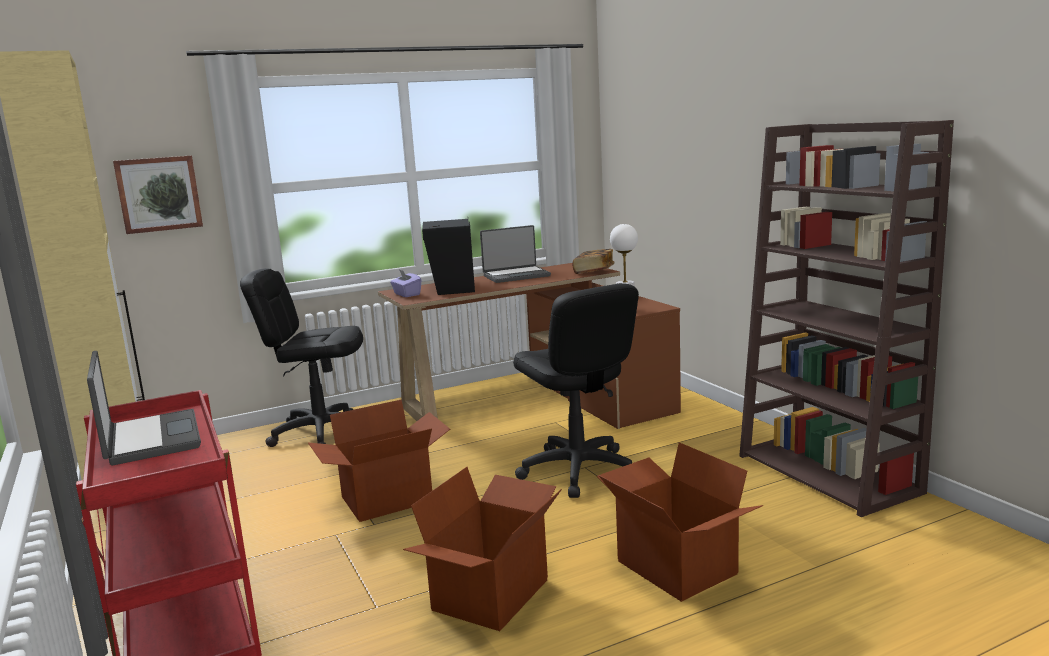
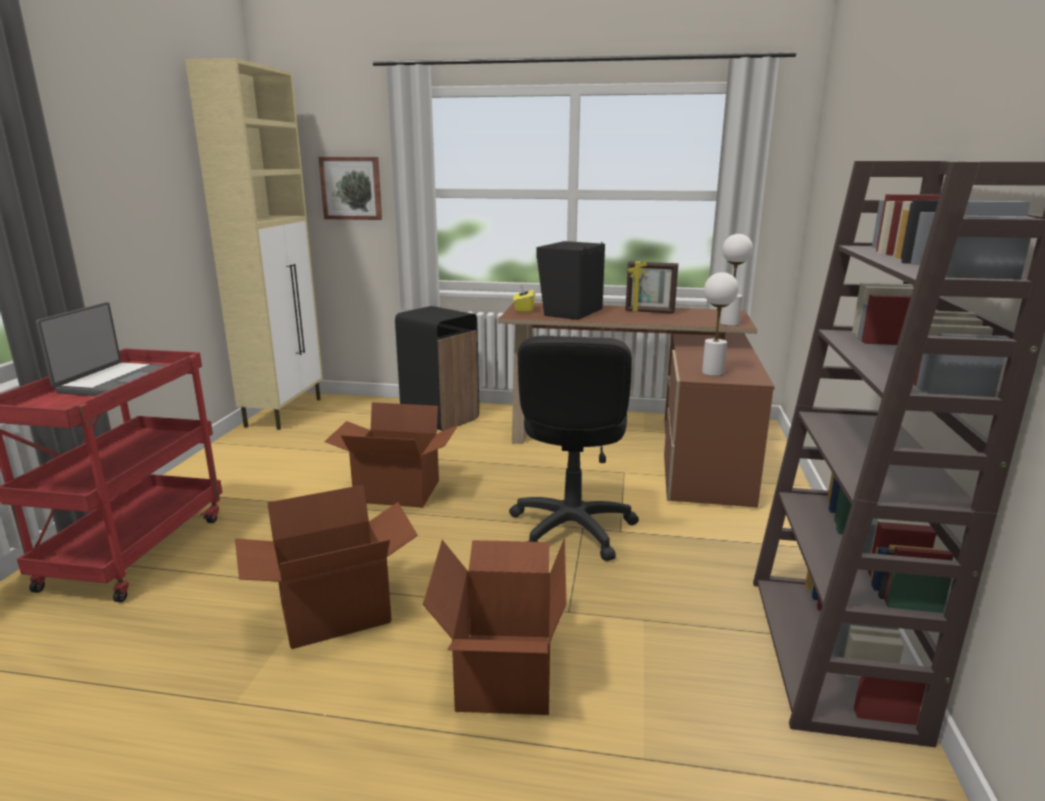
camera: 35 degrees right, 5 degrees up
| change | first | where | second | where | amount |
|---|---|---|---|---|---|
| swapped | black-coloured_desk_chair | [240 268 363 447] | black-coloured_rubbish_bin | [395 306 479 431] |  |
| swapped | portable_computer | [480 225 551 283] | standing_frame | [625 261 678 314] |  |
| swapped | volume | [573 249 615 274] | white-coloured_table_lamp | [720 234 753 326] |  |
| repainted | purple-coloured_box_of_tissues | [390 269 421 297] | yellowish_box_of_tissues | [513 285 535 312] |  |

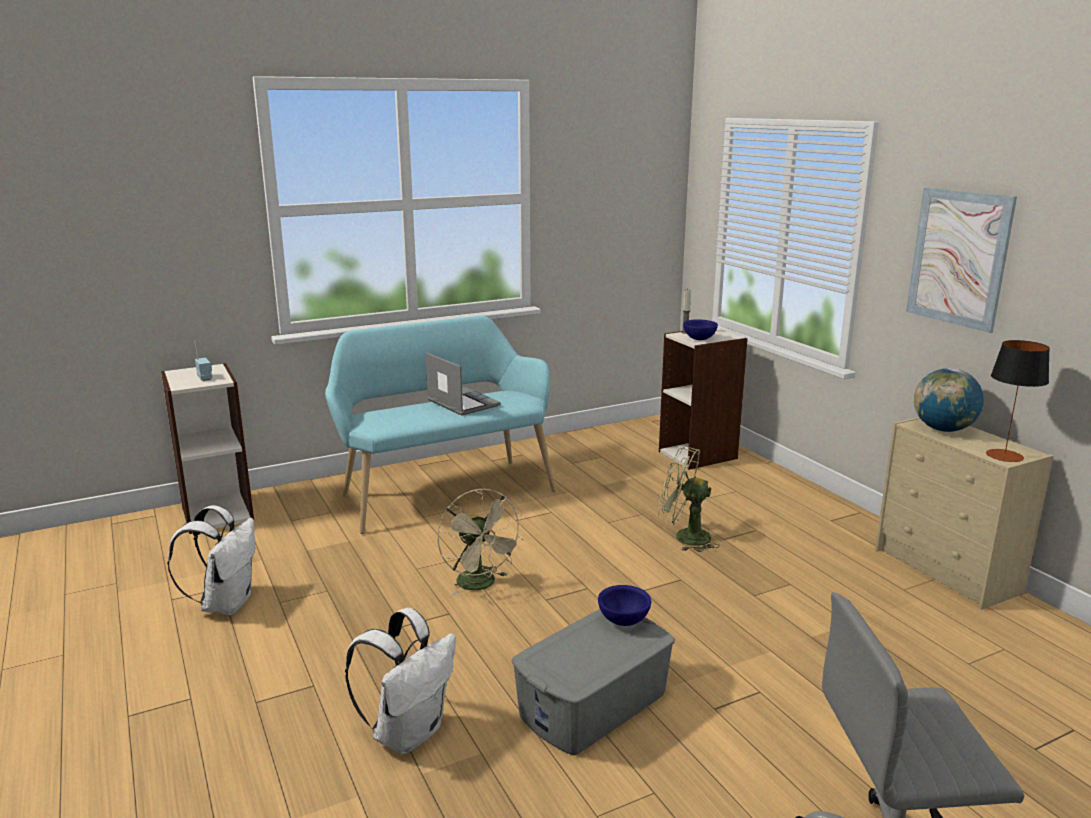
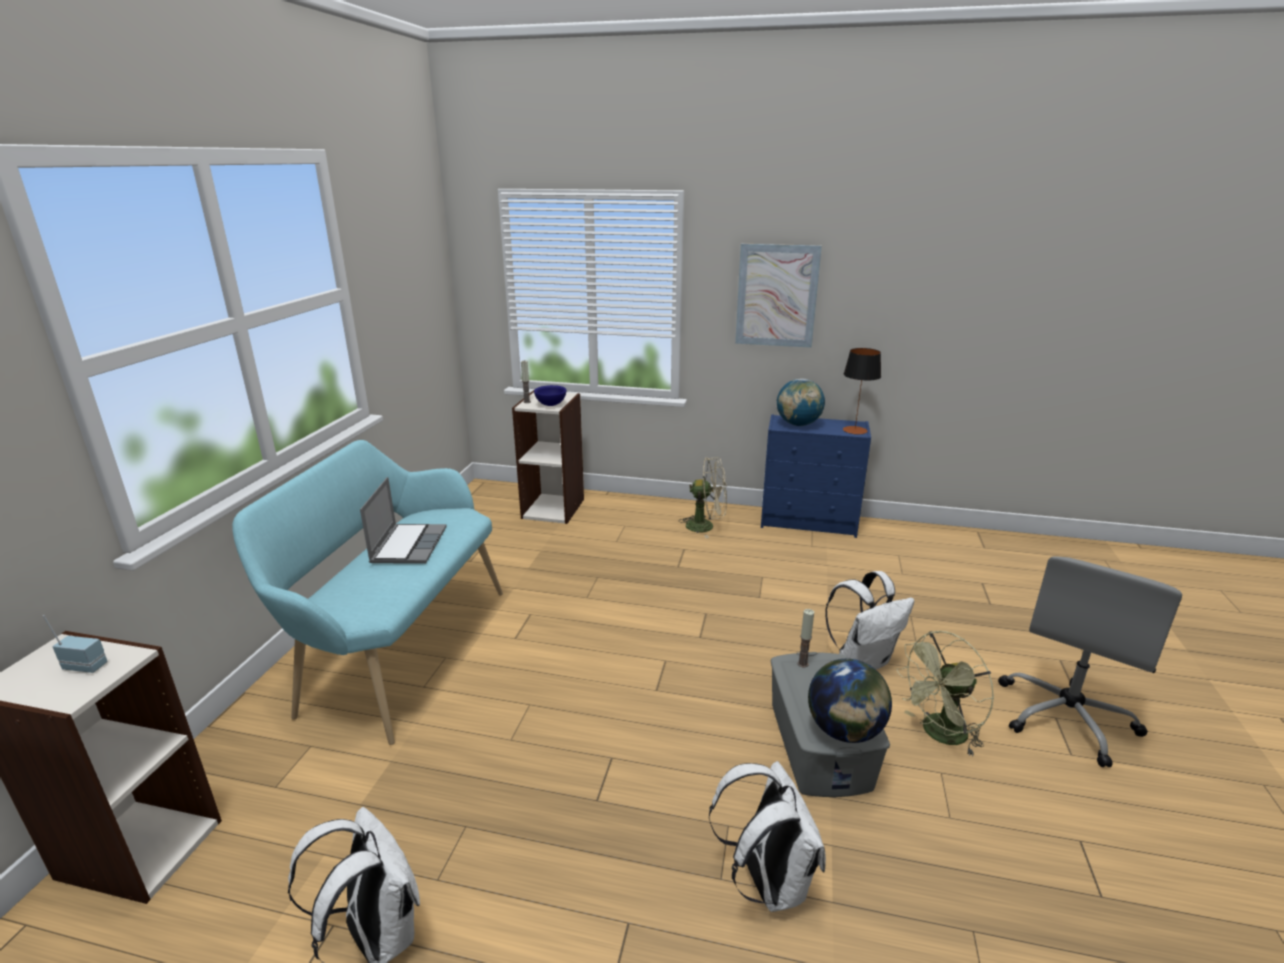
camera: 50 degrees left, 5 degrees up
| change | first | where | second | where | amount |
|---|---|---|---|---|---|
| new |  |  | world_globe | [808 659 892 743] |  |
| new |  |  | white-coloured_backpack | [825 571 915 669] |  |
| shifted | beige_fan | [438 489 524 597] |  | [678 457 727 538] |  |
| shifted | greenish_fan | [658 446 720 552] |  | [896 631 994 757] |  |
| swapped | blue-coloured_deep_dish | [598 585 651 626] | wax_light | [797 609 814 668] |  |
| repainted | beige_dresser | [875 417 1053 610] | blue-coloured_dresser | [761 414 871 538] |  |
| rotated | portable_computer | [426 352 501 416] |  | [360 477 447 564] | 90 degrees clockwise |

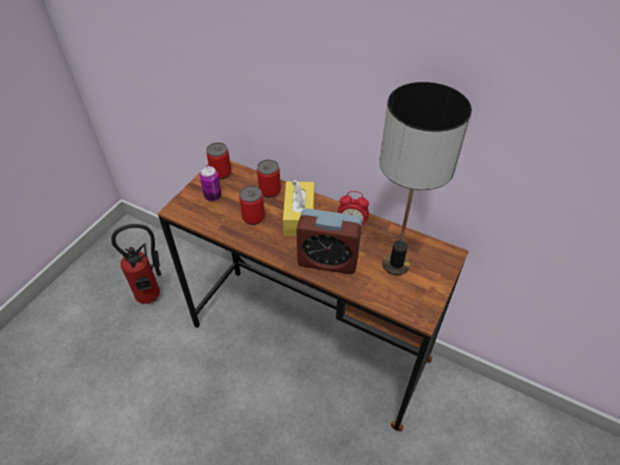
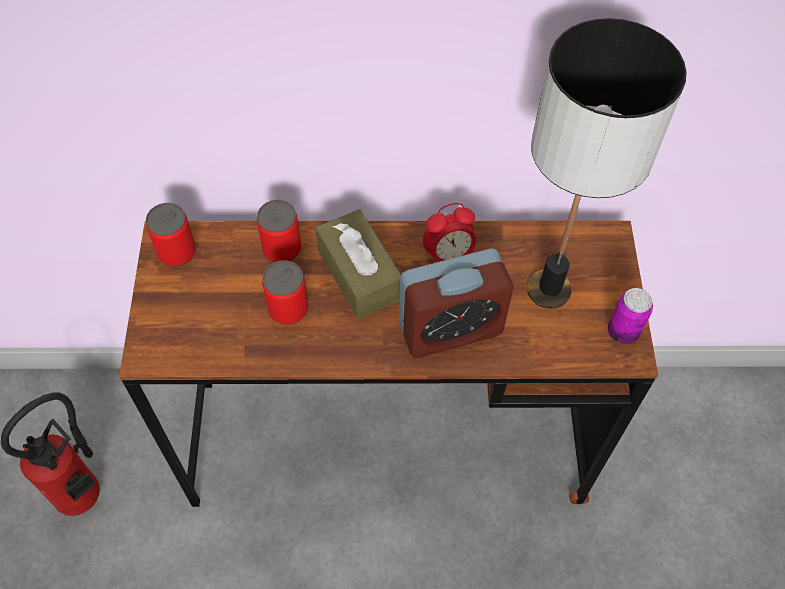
camera: 30 degrees left, 10 degrees up
| change | first | where | second | where | amount |
|---|---|---|---|---|---|
| shifted | sealed_can | [200 166 222 201] |  | [608 288 653 344] |  |
| repainted | yellowish_box_of_tissues | [283 180 314 236] | brownish_box_of_tissues | [316 209 401 319] |  |

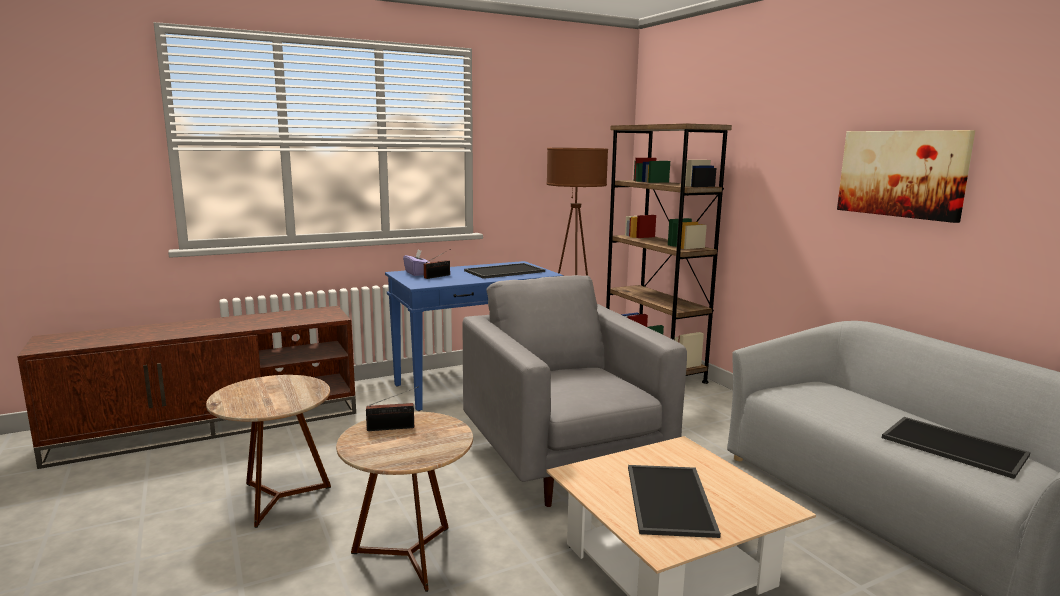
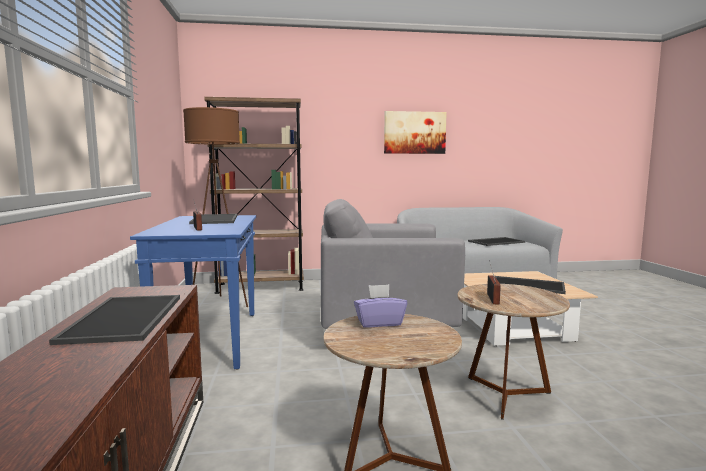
camera: 70 degrees left, 5 degrees down
| change | first | where | second | where | amount |
|---|---|---|---|---|---|
| new |  |  | tray | [49 295 180 345] |  |
| shifted | purple-coloured_box_of_tissues | [403 250 430 276] |  | [354 284 407 328] |  |

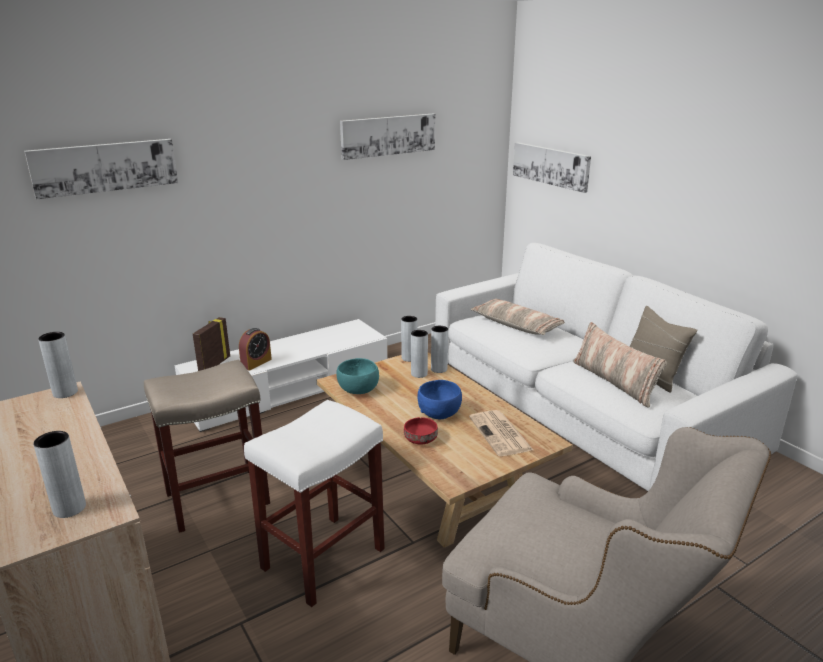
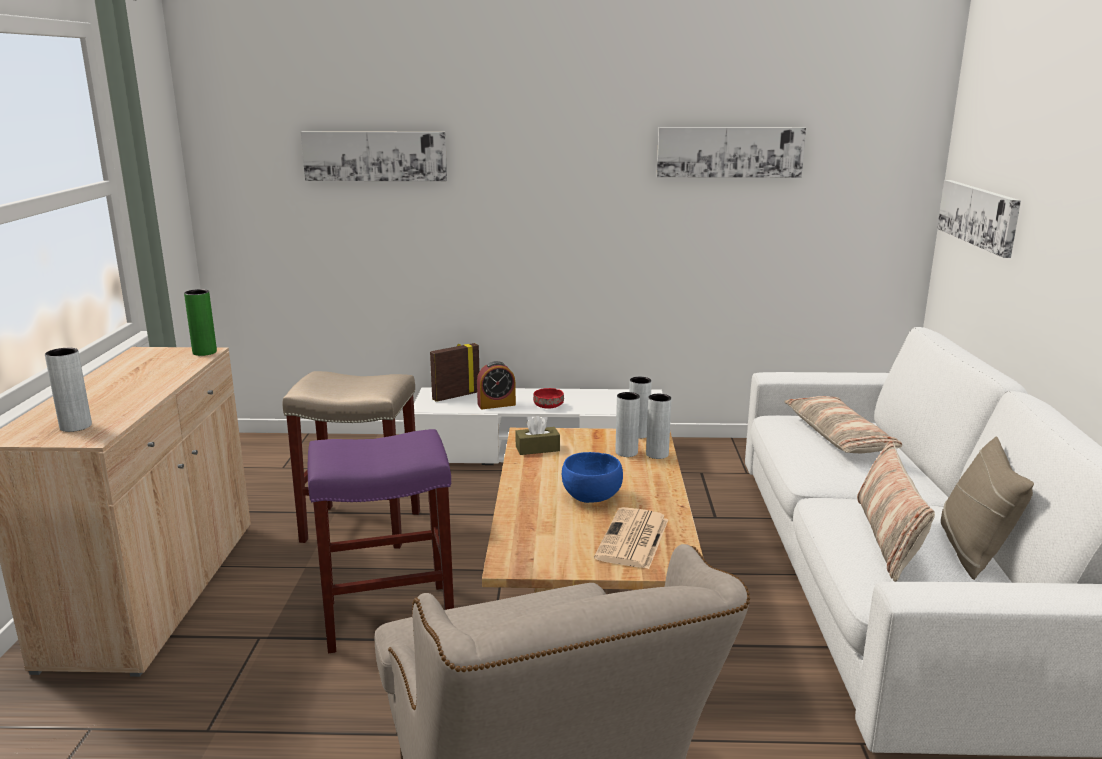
camera: 35 degrees right, 5 degrees down
| change | first | where | second | where | amount |
|---|---|---|---|---|---|
| shifted | red-coloured_deep_dish | [404 417 438 445] |  | [533 388 564 409] |  |
| swapped | turquoise_deep_dish | [337 358 379 394] | brownish_box_of_tissues | [515 416 560 455] |  |
| repainted | greyish_flower_vase | [38 332 78 398] | greenish_flower_vase | [184 289 217 356] |  |
| repainted | white-coloured_sitting_stool | [244 400 385 607] | purple-coloured_sitting_stool | [308 429 454 653] |  |

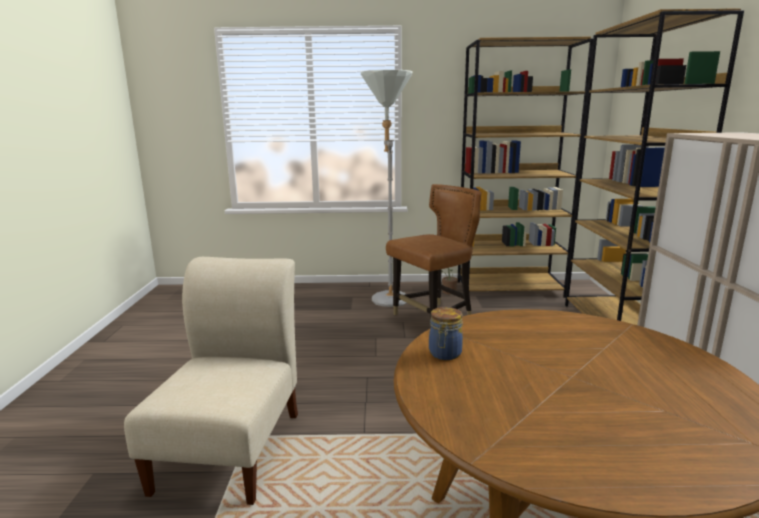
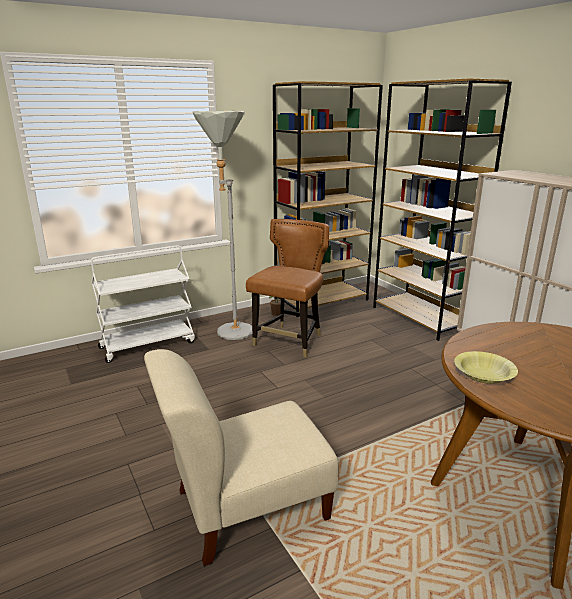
camera: 30 degrees left, 5 degrees up
| change | first | where | second | where | amount |
|---|---|---|---|---|---|
| new |  |  | white-coloured_cart | [91 245 195 363] |  |
| swapped | storage_jar | [429 307 463 360] | yellowish_deep_dish | [454 351 518 384] |  |
| rotated | beige_chair | [124 257 298 505] |  | [144 349 339 566] | 90 degrees counterclockwise |

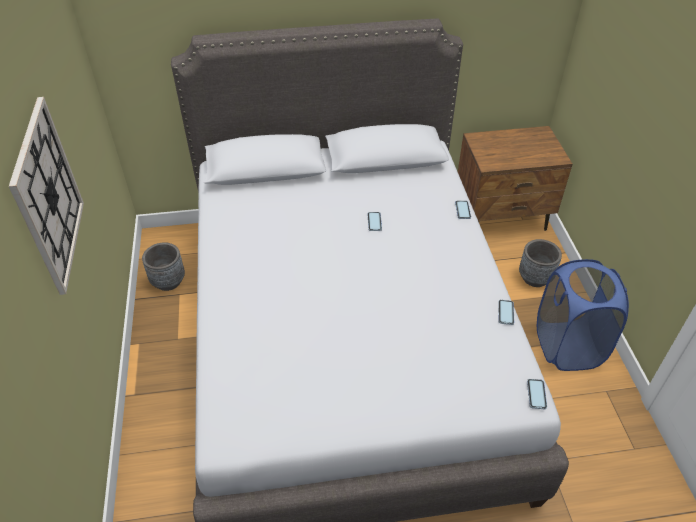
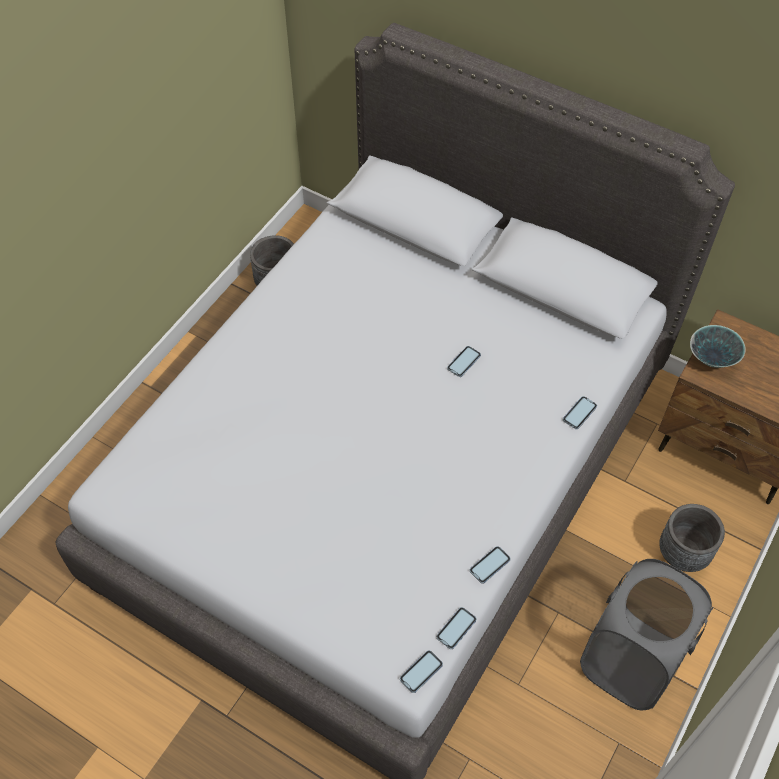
camera: 40 degrees right, 10 degrees up
| change | first | where | second | where | amount |
|---|---|---|---|---|---|
| gone | clock_on_the_wall | [9 97 84 295] |  |  |  |
| new |  |  | phone | [437 607 477 649] |  |
| new |  |  | deep_dish | [690 325 746 368] |  |
| repainted | blue-coloured_laundry_basket | [537 259 629 371] | greyish_laundry_basket | [580 559 713 711] |  |

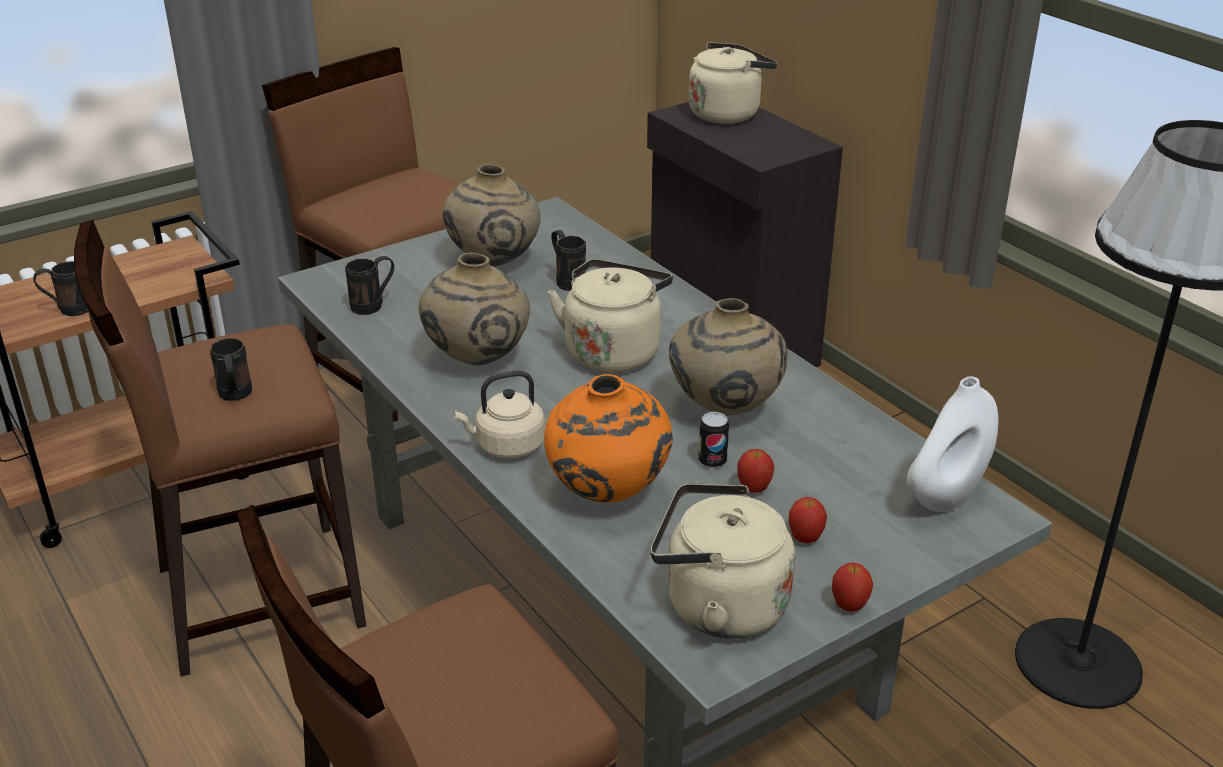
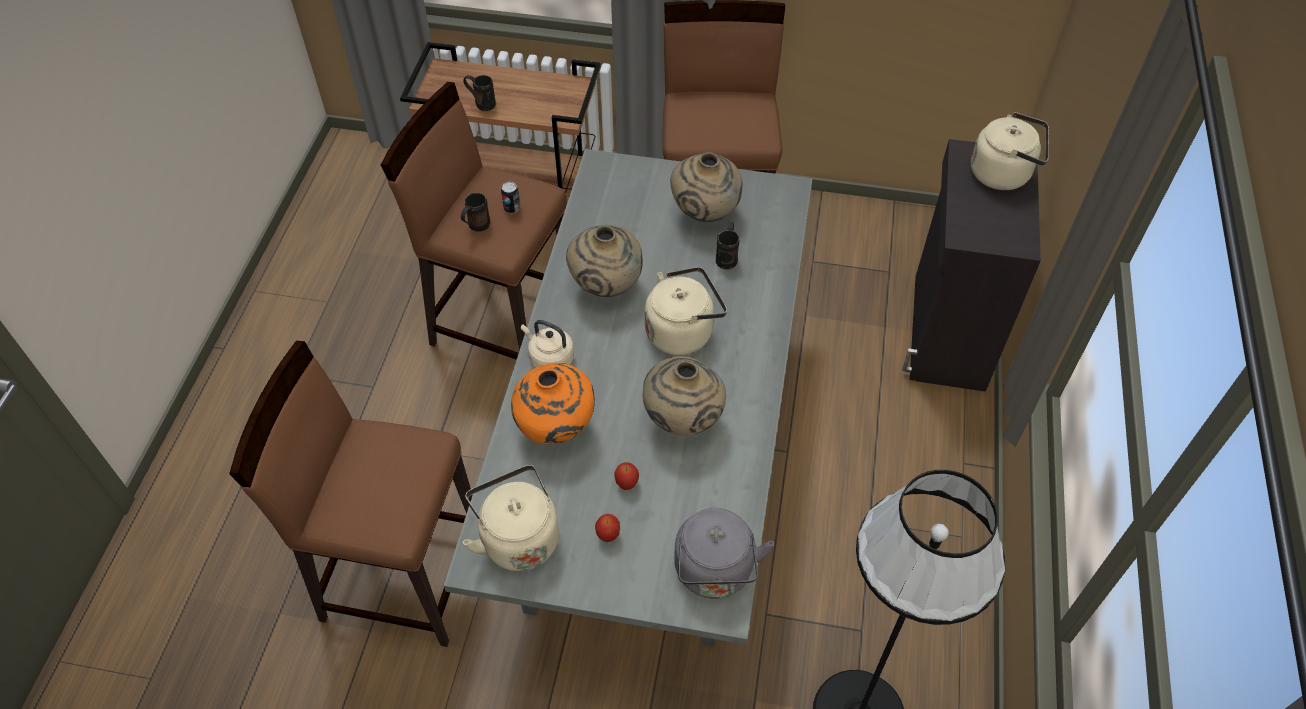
camera: 45 degrees right, 20 degrees up
| change | first | where | second | where | amount |
|---|---|---|---|---|---|
| gone | black-coloured_tea_mug | [345 256 394 315] |  |  |  |
| gone | apple | [832 563 873 612] |  |  |  |
| shifted | sealed_can | [699 412 729 469] |  | [501 182 520 213] |  |
| swapped | white-coloured_flower_vase | [907 376 998 512] | greyish_kettle | [674 508 774 599] |  |

